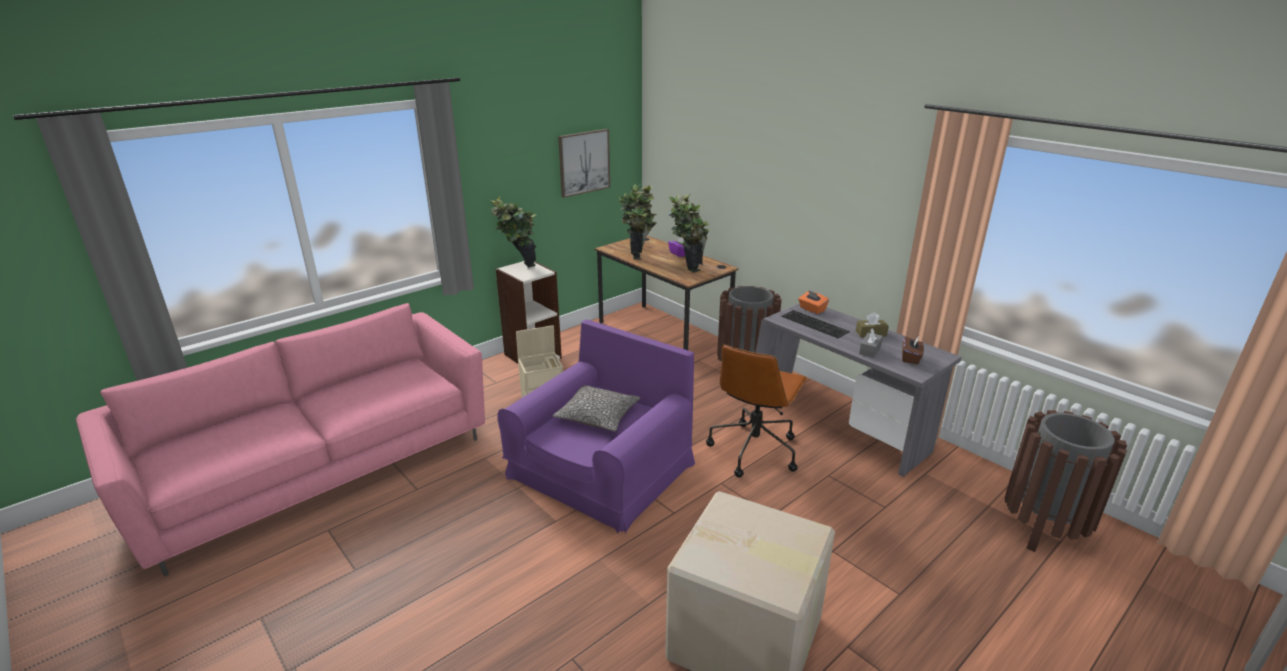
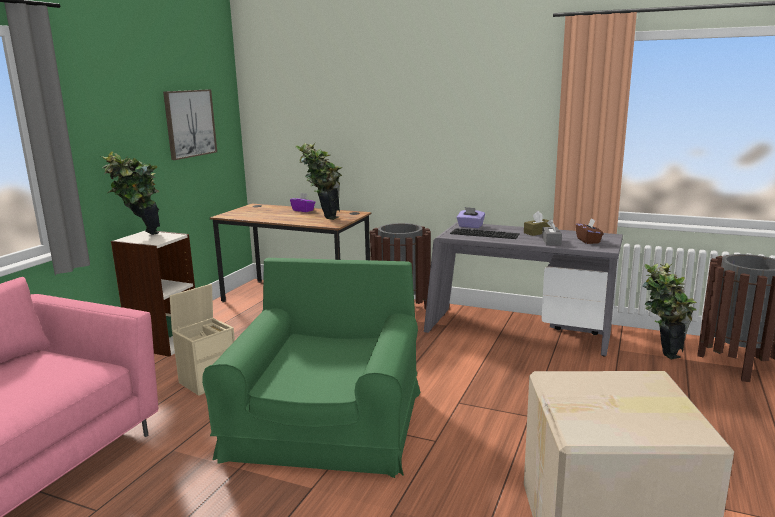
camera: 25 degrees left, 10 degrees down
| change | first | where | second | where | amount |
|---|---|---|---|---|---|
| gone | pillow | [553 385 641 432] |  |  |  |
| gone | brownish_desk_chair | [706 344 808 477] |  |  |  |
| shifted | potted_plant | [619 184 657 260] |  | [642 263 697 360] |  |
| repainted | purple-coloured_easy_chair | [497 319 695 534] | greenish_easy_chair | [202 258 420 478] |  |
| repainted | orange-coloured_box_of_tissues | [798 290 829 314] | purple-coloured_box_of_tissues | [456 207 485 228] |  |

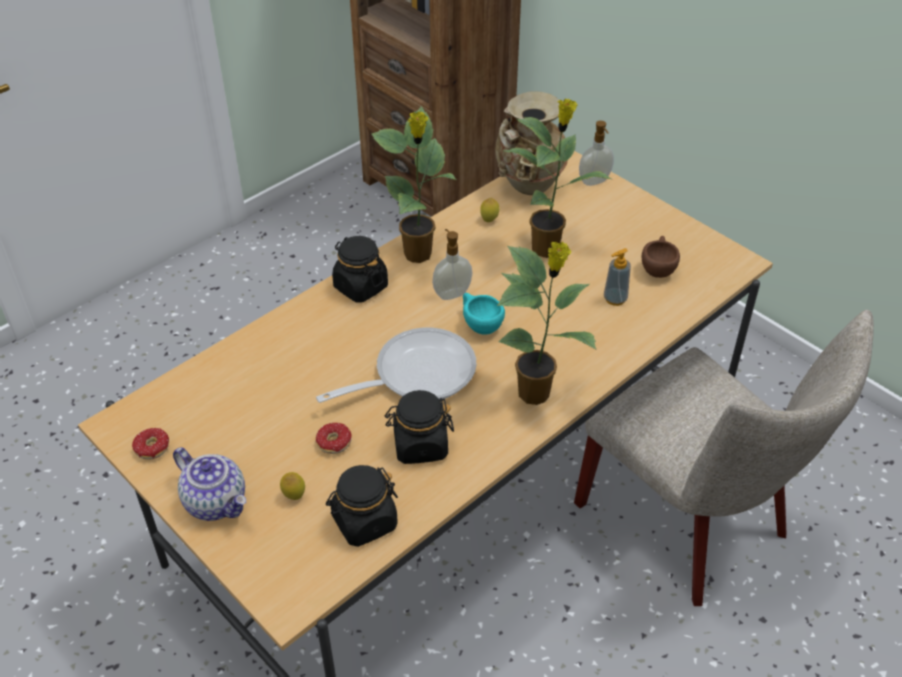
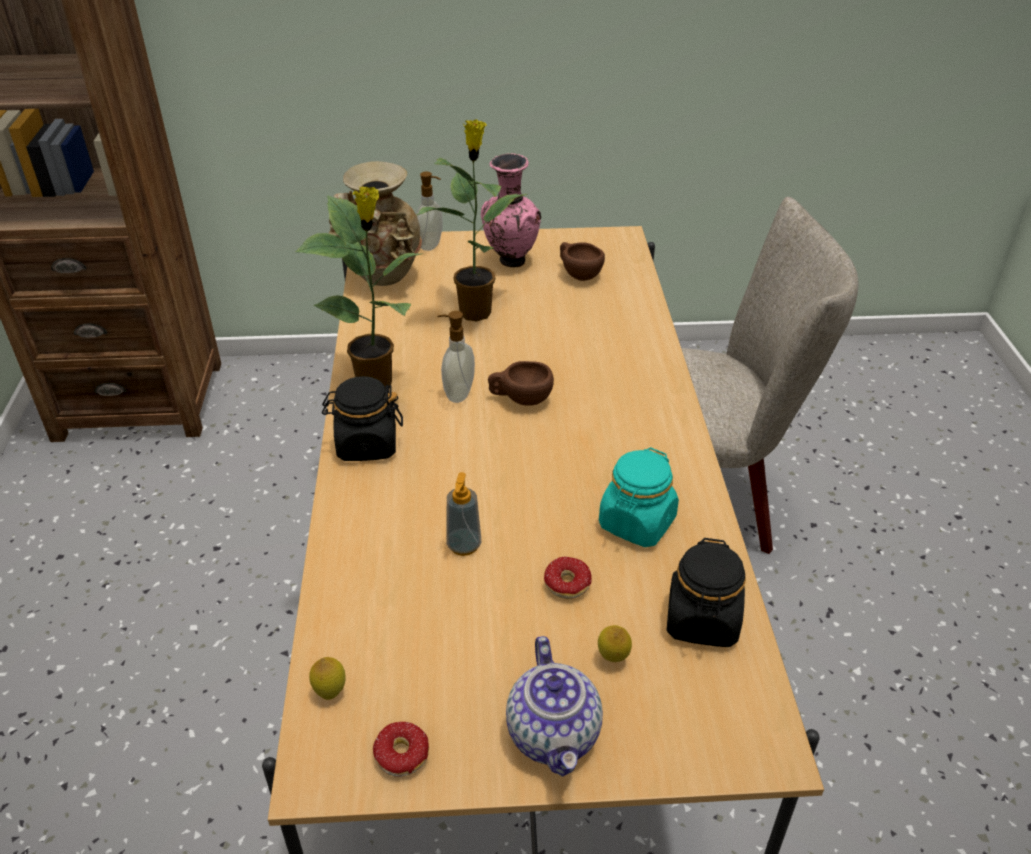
camera: 50 degrees left, 5 degrees down
| change | first | where | second | where | amount |
|---|---|---|---|---|---|
| gone | frying_pan | [316 327 477 403] |  |  |  |
| gone | potted_plant | [497 242 596 405] |  |  |  |
| new |  |  | pink_flower_vase | [481 153 541 267] |  |
| shifted | citrus_fruit | [480 198 499 222] |  | [309 657 346 700] |  |
| shifted | liquid_soap_bottle | [604 248 631 306] |  | [446 472 481 556] |  |
| repainted | black-coloured_storage_jar | [385 390 454 464] | turquoise_storage_jar | [599 447 679 547] |  |
| repainted | turquoise_small_cup | [463 293 505 335] | brownish_small_cup | [488 361 554 406] |  |
| rotated | teapot | [173 447 246 521] |  | [506 636 603 777] | 90 degrees clockwise |

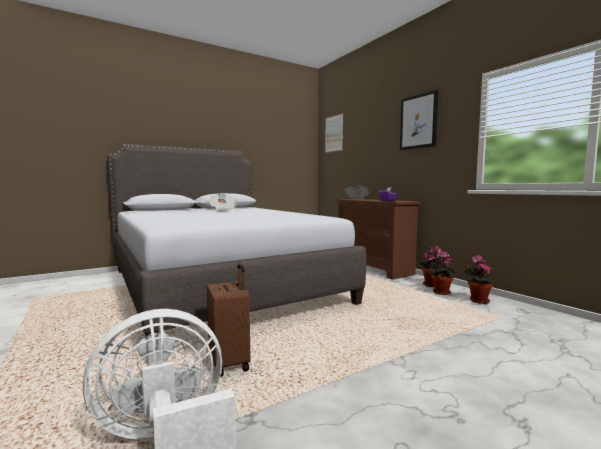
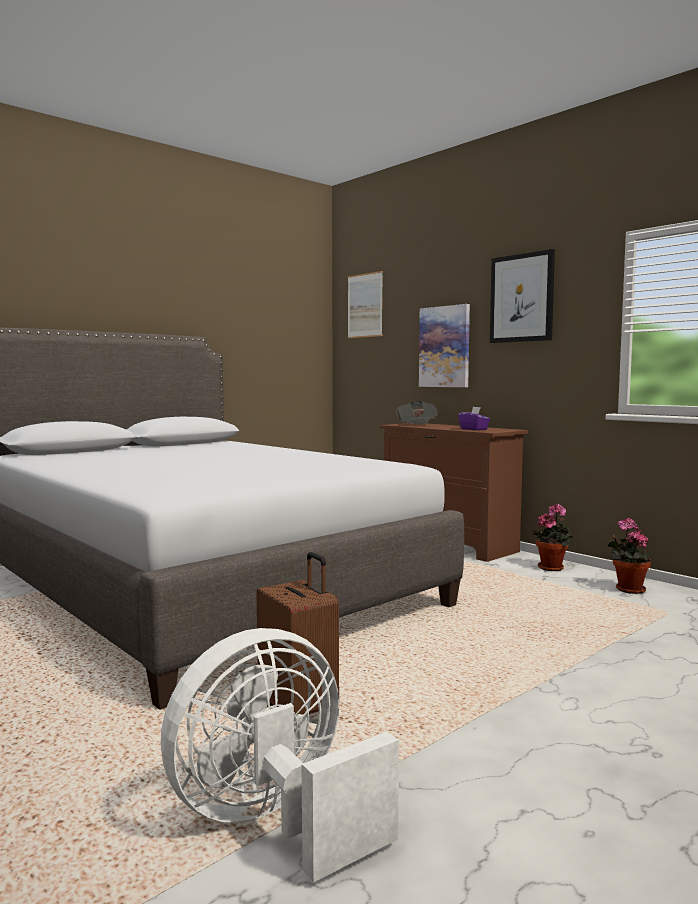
camera: 10 degrees left, 0 degrees up
| change | first | where | second | where | amount |
|---|---|---|---|---|---|
| gone | newspaper | [208 193 236 211] |  |  |  |
| gone | potted_plant | [428 251 456 295] |  |  |  |
| new |  |  | picture | [419 304 470 387] |  |

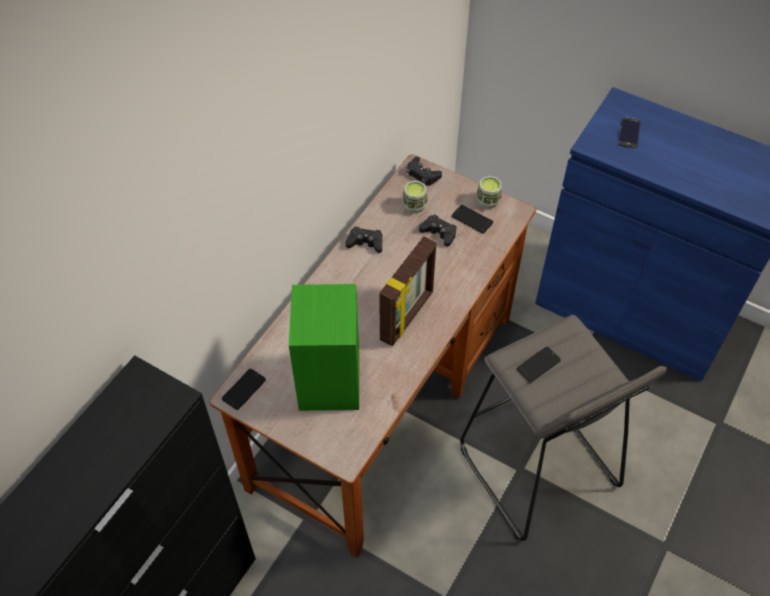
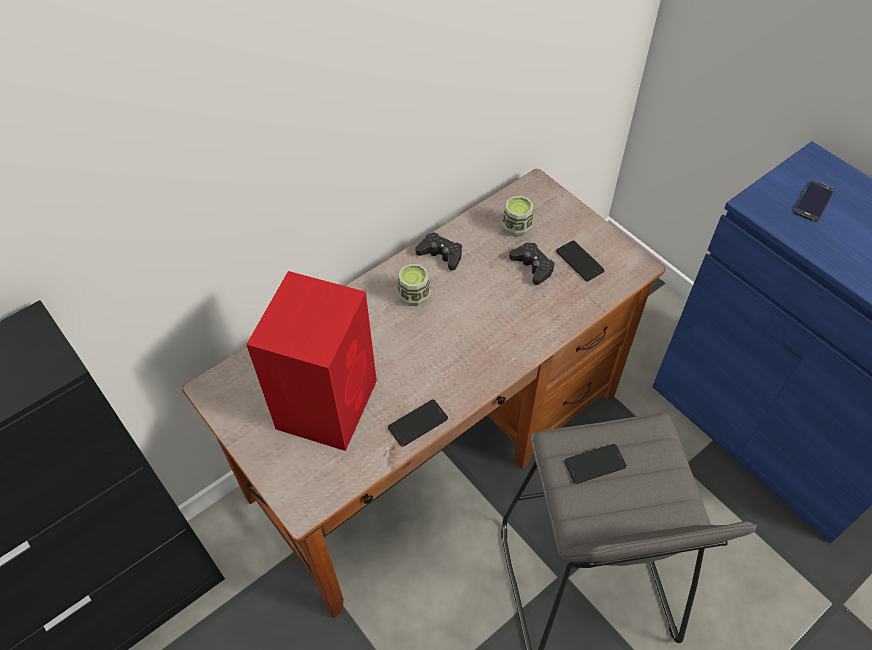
camera: 20 degrees right, 0 degrees up
| change | first | where | second | where | amount |
|---|---|---|---|---|---|
| gone | standing_frame | [379 236 436 346] |  |  |  |
| gone | black-coloured_gamepad | [406 157 442 186] |  |  |  |
| shifted | phone | [222 369 266 410] |  | [388 400 448 447] |  |
| shifted | small_cup | [477 176 501 209] |  | [397 264 431 306] |  |
| repainted | greenish_audio_speaker | [289 284 359 411] | red-coloured_audio_speaker | [246 271 377 451] |  |

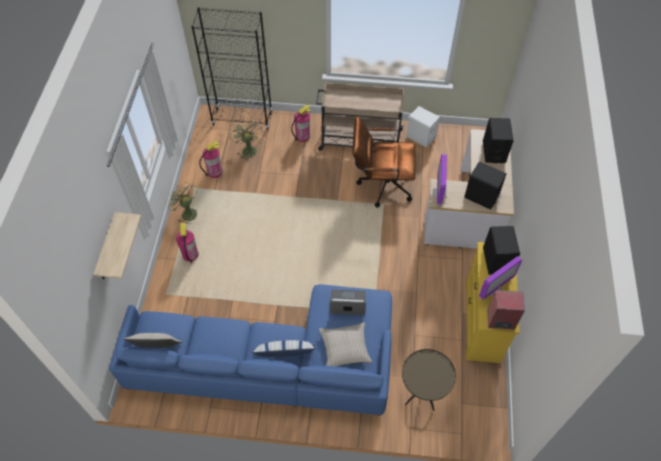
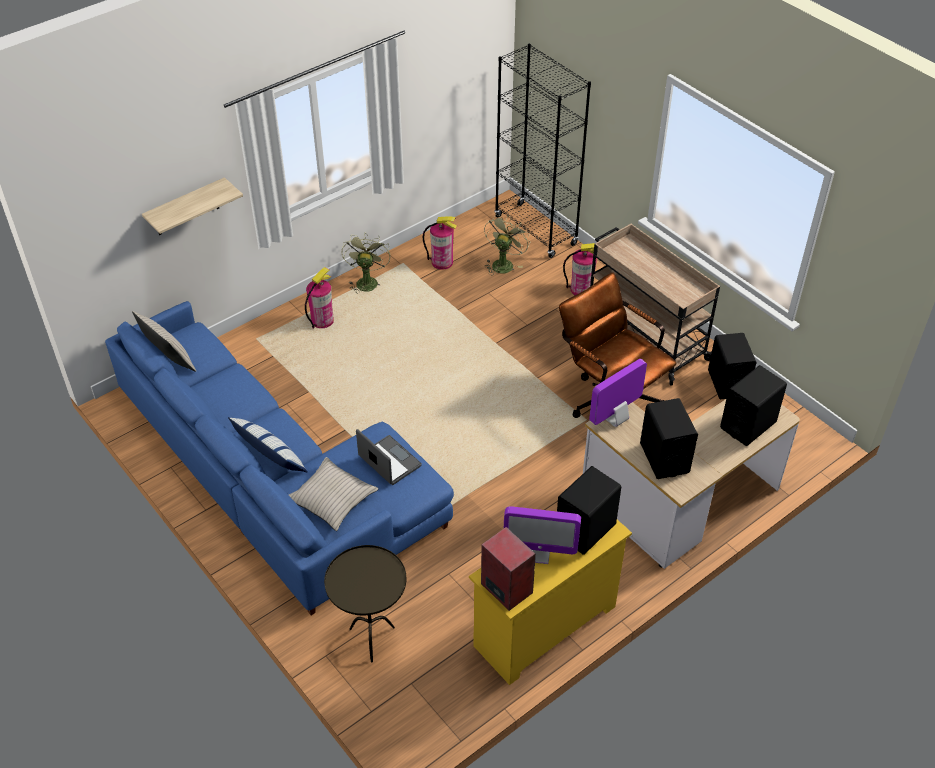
camera: 45 degrees right, 10 degrees down
| change | first | where | second | where | amount |
|---|---|---|---|---|---|
| repainted | white-coloured_audio_speaker | [406 106 440 148] | black-coloured_audio_speaker | [708 333 757 399] |  |

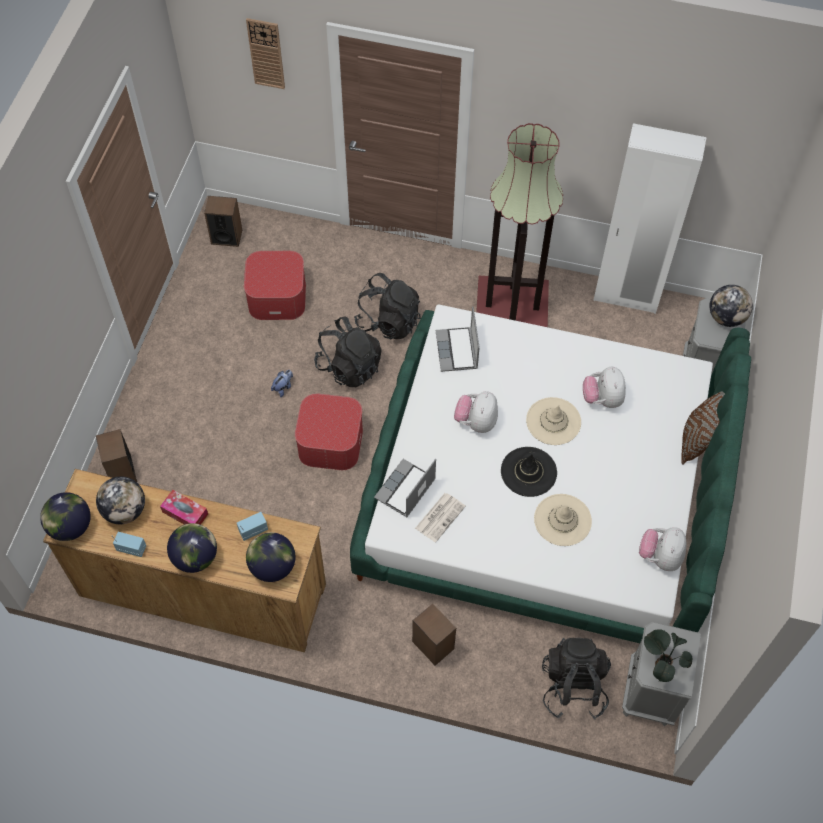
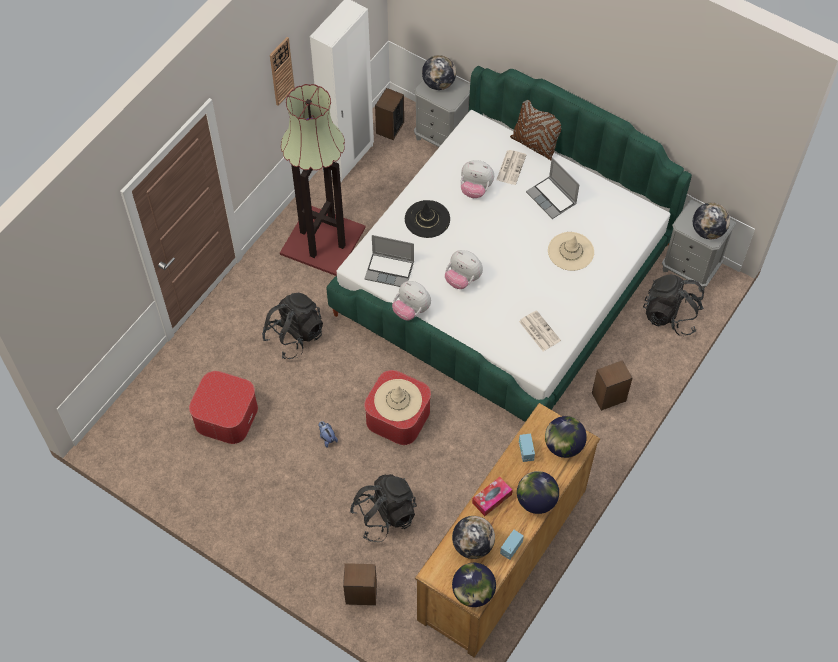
camera: 70 degrees left, 0 degrees up
| change | first | where | second | where | amount |
|---|---|---|---|---|---|
| new |  |  | newspaper | [496 150 527 185] |  |
| shifted | audio_speaker | [204 196 242 247] |  | [375 88 404 140] |  |
| shifted | clock_on_the_wall | [246 18 285 89] |  | [270 37 295 106] |  |
| shifted | black-coloured_backpack | [314 317 382 387] |  | [350 474 417 542] |  |
| shifted | portable_computer | [374 459 436 517] |  | [526 158 579 219] |  |
| shifted | black-coloured_wearable_hat | [501 447 557 497] |  | [405 200 450 238] |  |
| shifted | beige_wearable_hat | [526 397 581 445] |  | [374 379 422 421] |  |
| shifted | soft_toy | [639 527 687 571] |  | [392 281 431 320] |  |
| swapped | potted_plant | [644 629 692 682] | world_globe | [693 202 730 239] |  |

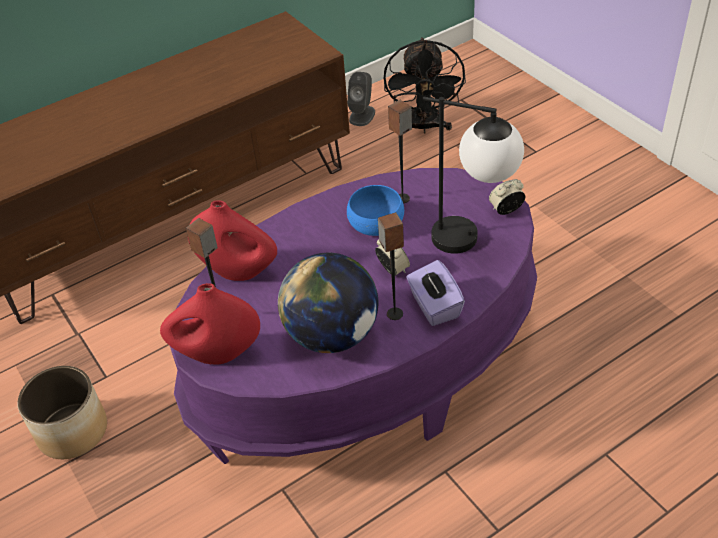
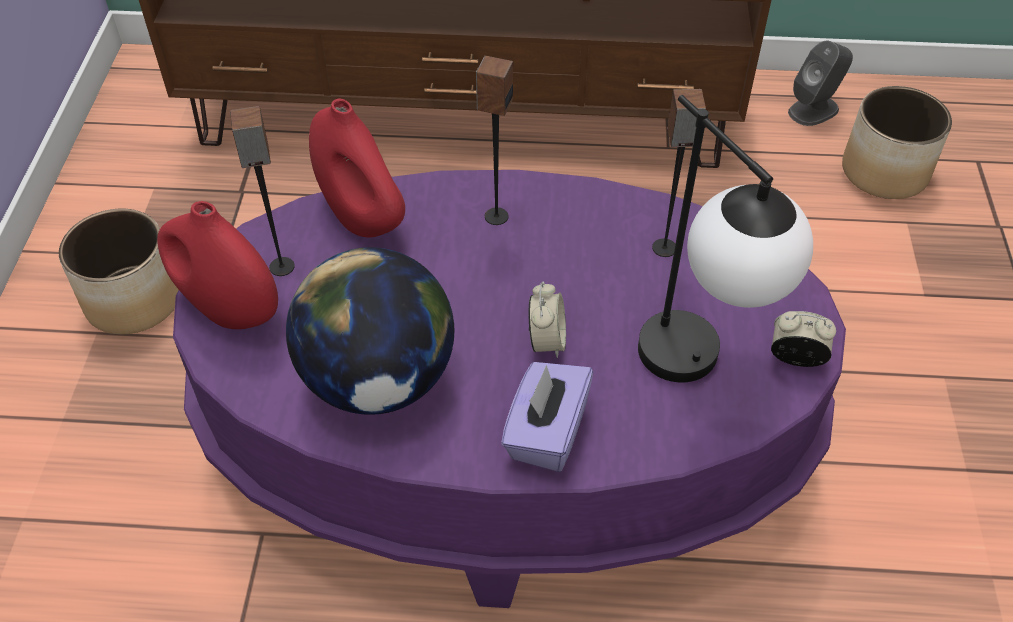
camera: 35 degrees right, 5 degrees up
| change | first | where | second | where | amount |
|---|---|---|---|---|---|
| gone | blue-coloured_deep_dish | [347 185 404 236] |  |  |  |
| shifted | audio_speaker | [378 212 404 320] |  | [476 56 513 225] |  |
| swapped | black-coloured_fan | [384 37 466 134] | plant_pot | [842 86 952 199] |  |

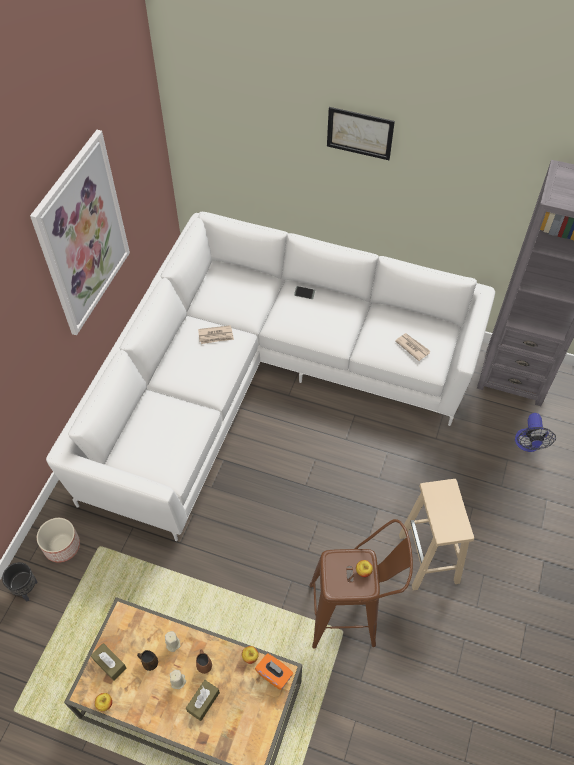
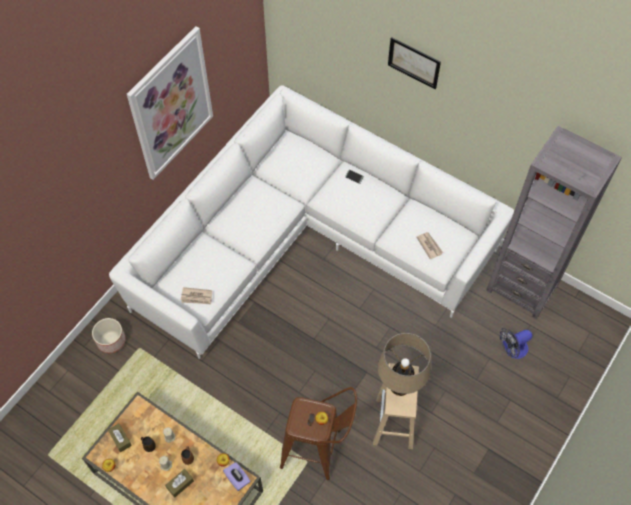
camera: 15 degrees right, 5 degrees up
| change | first | where | second | where | amount |
|---|---|---|---|---|---|
| gone | black-coloured_plant_pot | [2 562 38 601] |  |  |  |
| new |  |  | beige_table_lamp | [378 333 431 396] |  |
| shifted | newspaper | [198 325 234 344] |  | [181 287 212 304] |  |
| repainted | orange-coloured_box_of_tissues | [255 654 293 690] | purple-coloured_box_of_tissues | [223 462 250 491] |  |
| rotated | fan | [515 413 556 452] |  | [500 328 532 359] | 45 degrees clockwise |

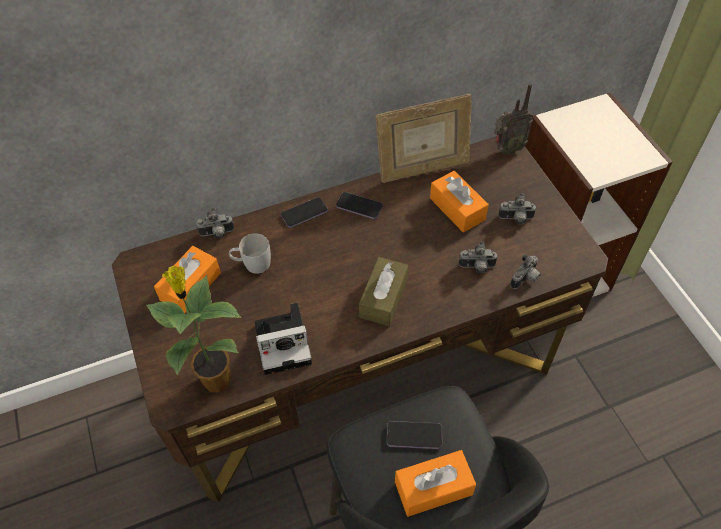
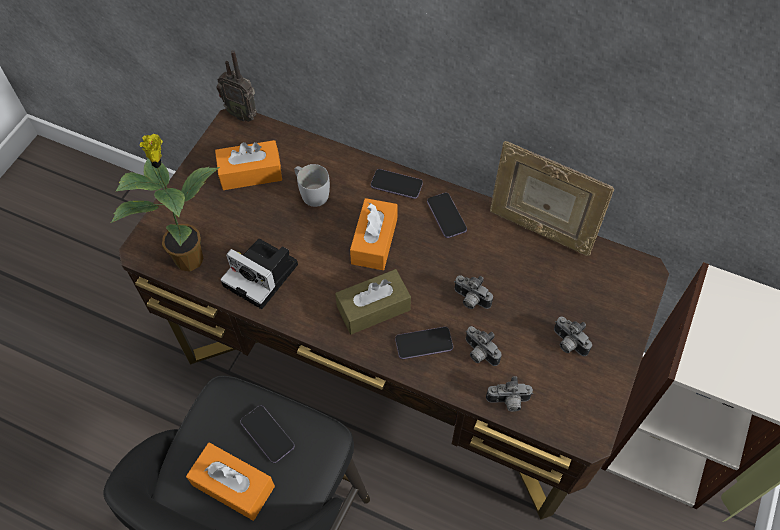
camera: 45 degrees right, 5 degrees up
| change | first | where | second | where | amount |
|---|---|---|---|---|---|
| new |  |  | phone | [395 327 453 359] |  |
| shifted | still_camera | [196 208 235 239] |  | [454 276 493 309] |  |
| shifted | orange-coloured_box_of_tissues | [430 171 489 232] |  | [350 198 398 270] |  |
| shifted | radio_set | [494 83 533 155] |  | [217 50 257 122] |  |

